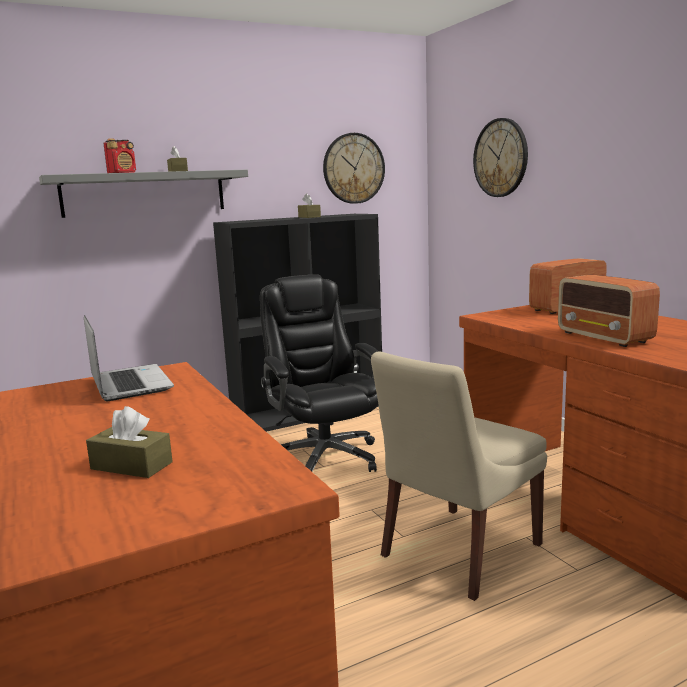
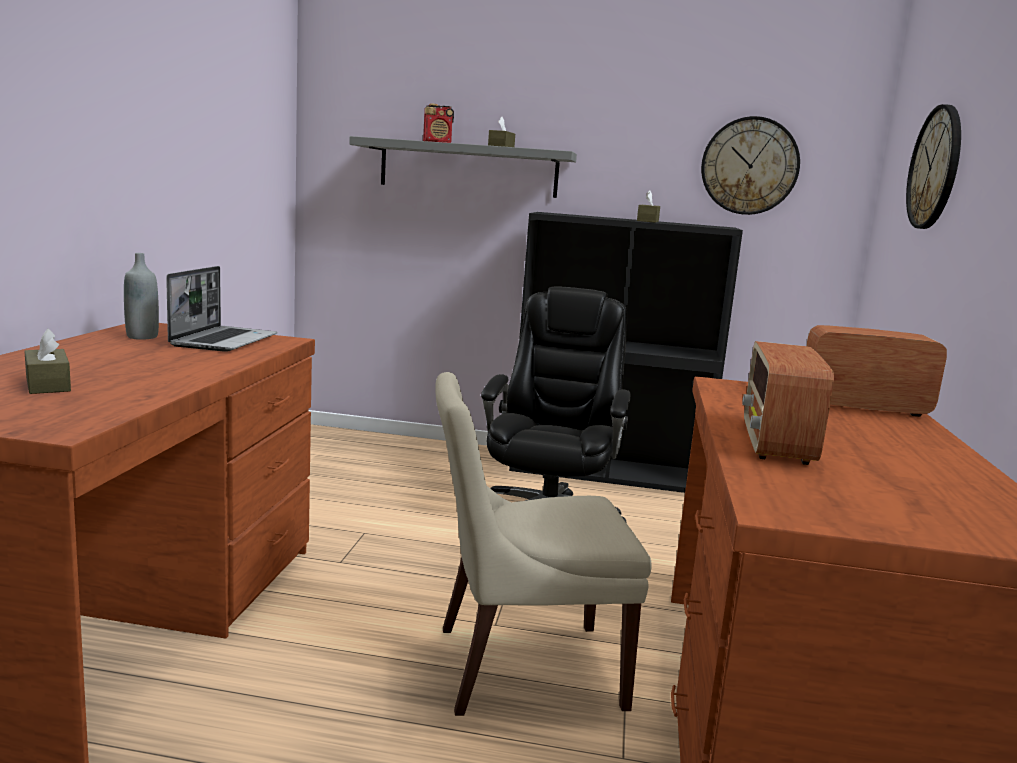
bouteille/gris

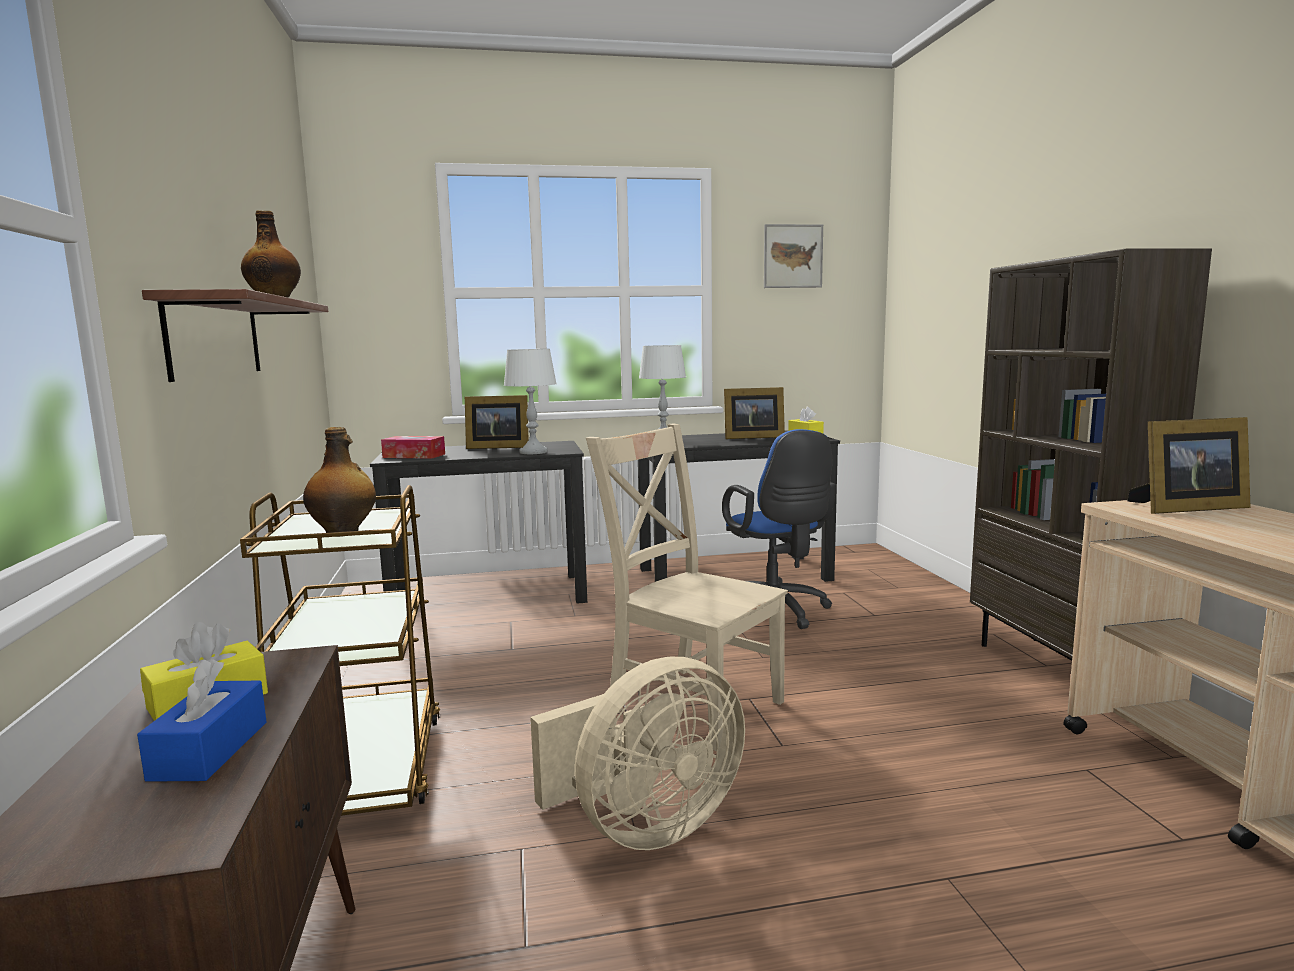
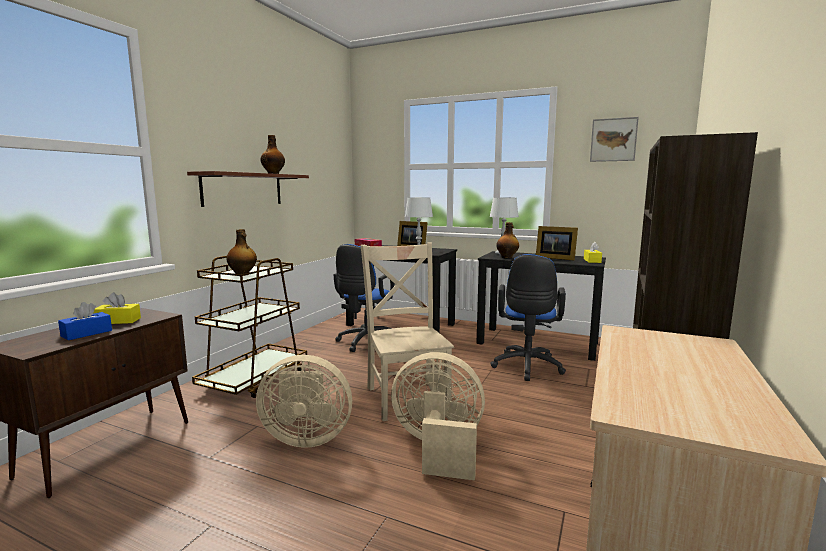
cadre photo (3rd from left in the first image)
chaise de bureau/bleu (1st from left)
ventilateur/beige (2nd from left)
bouteille (3rd from left)

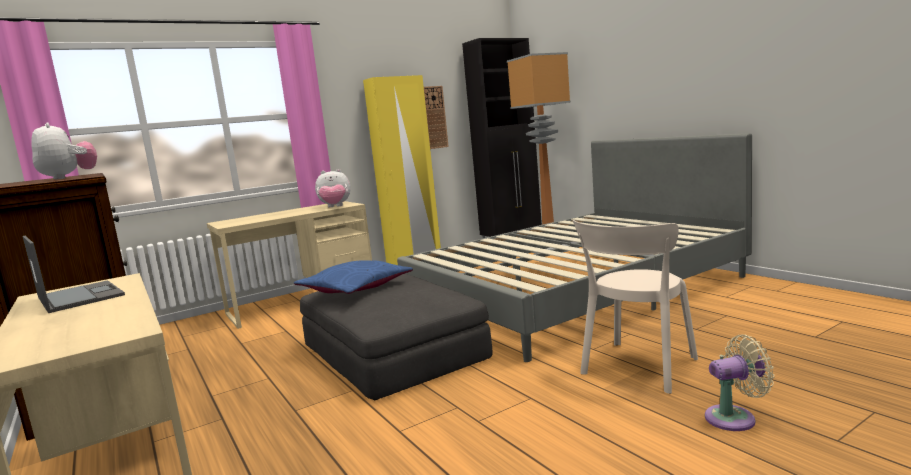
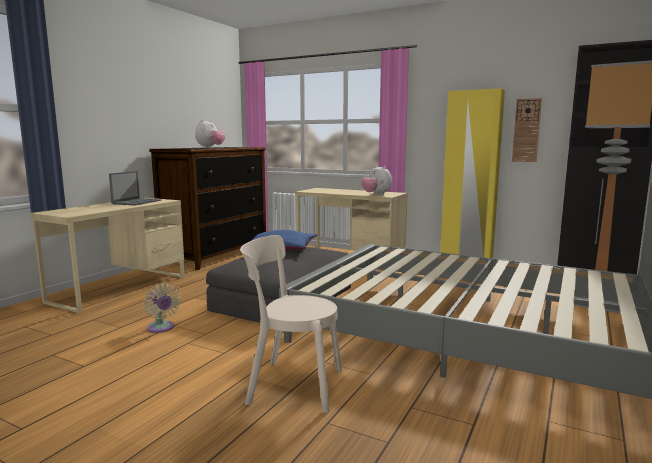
ventilateur/beige

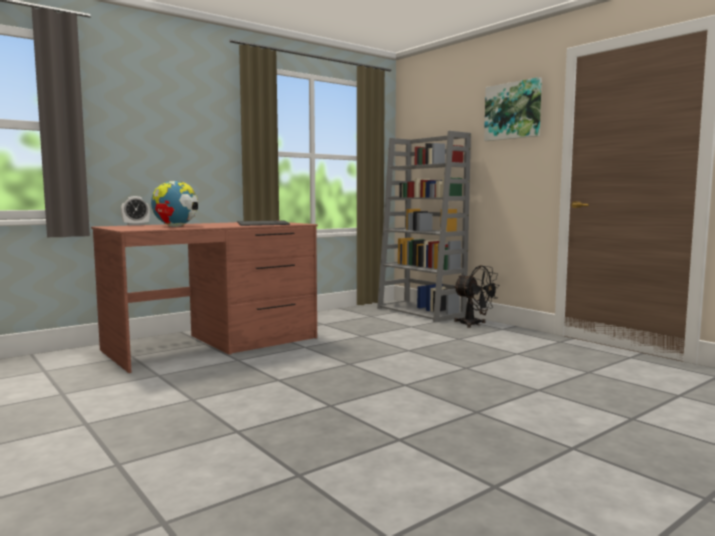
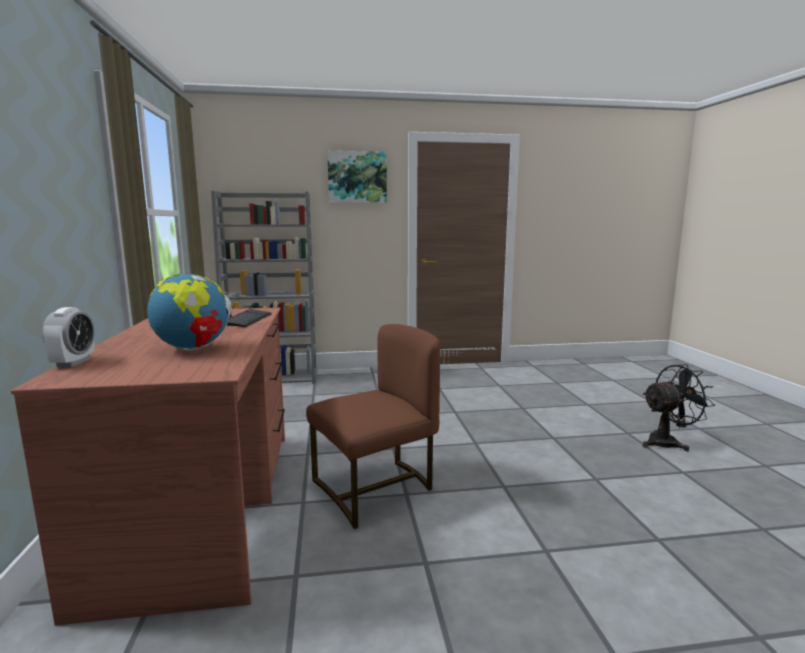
chaise/marron
ventilateur/noir

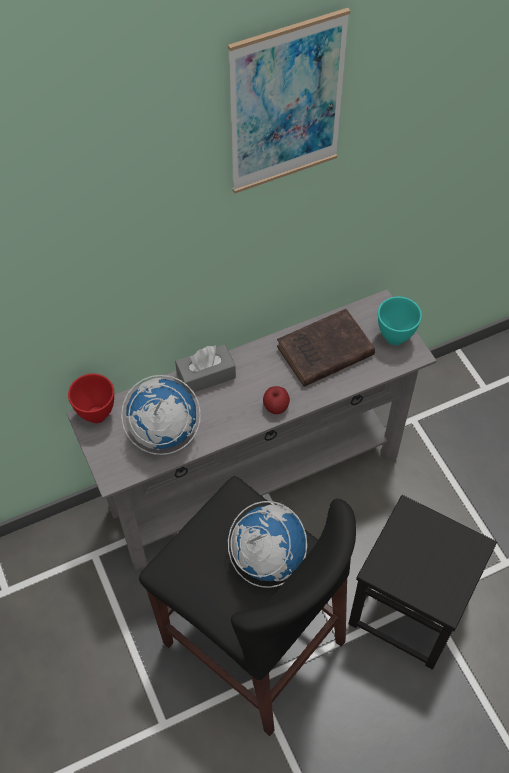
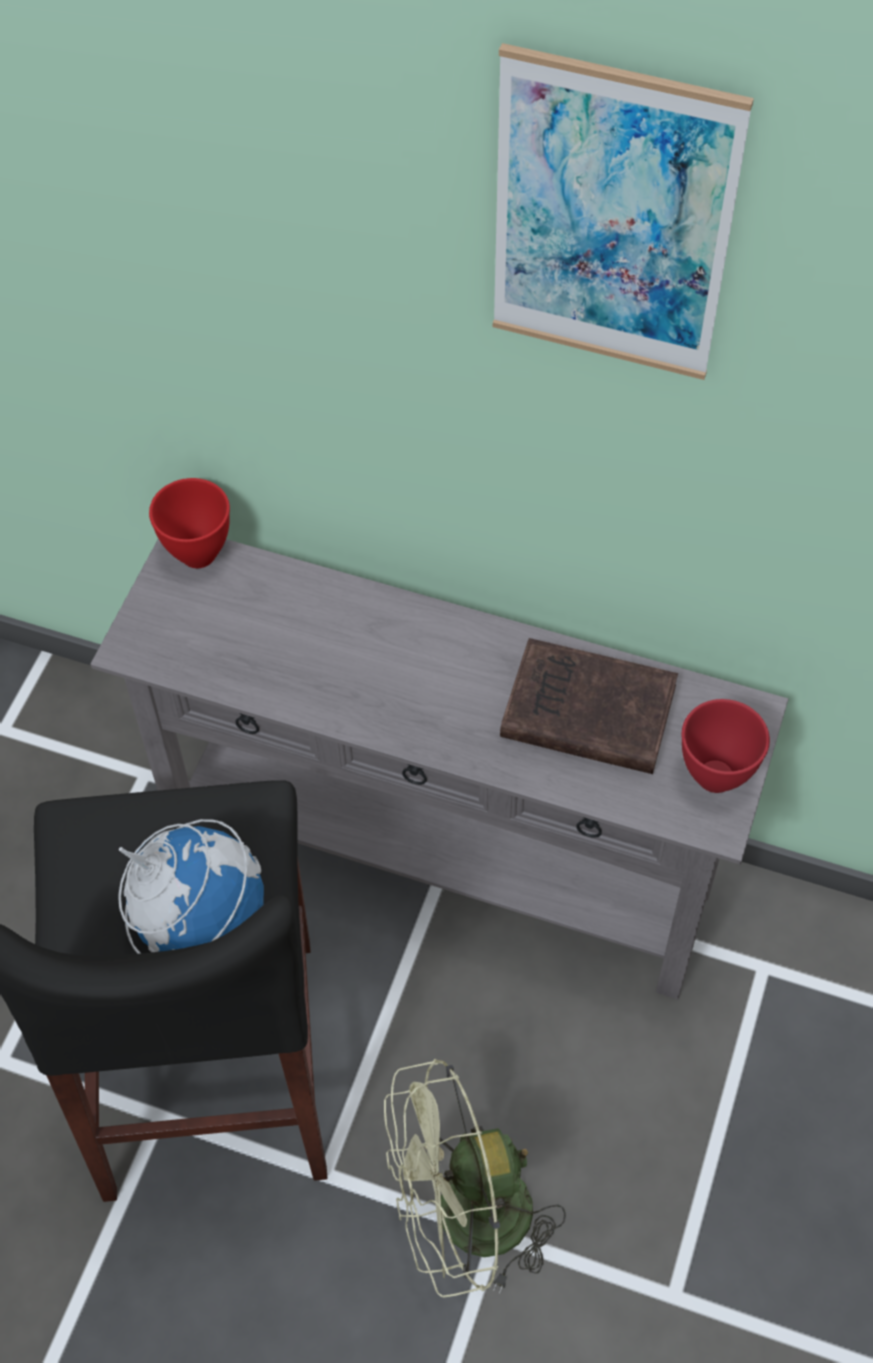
globe (1st from left in the first image)
boîte à mouchoirs/gris
pomme
ventilateur/vert
bol/rouge (2nd from left)

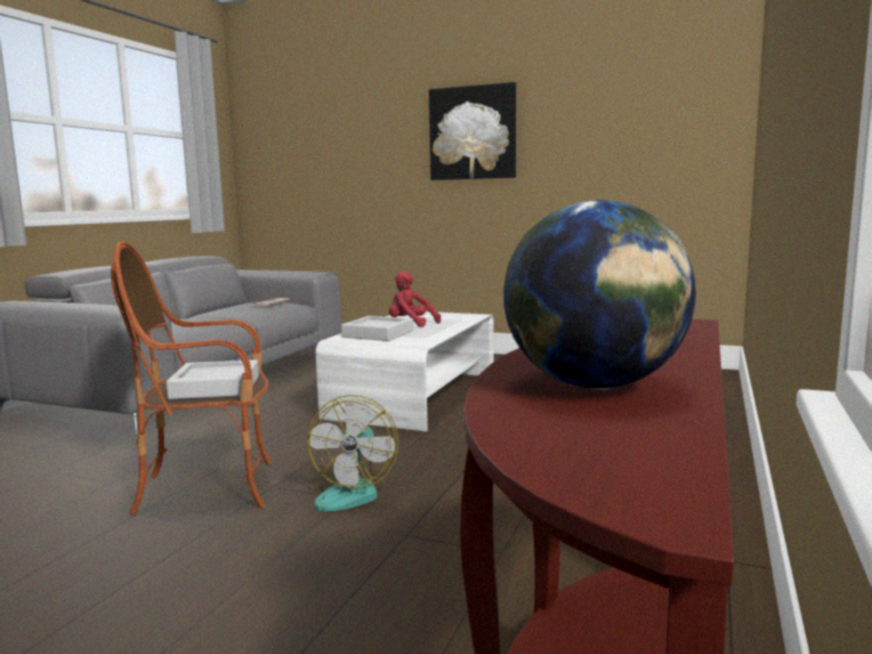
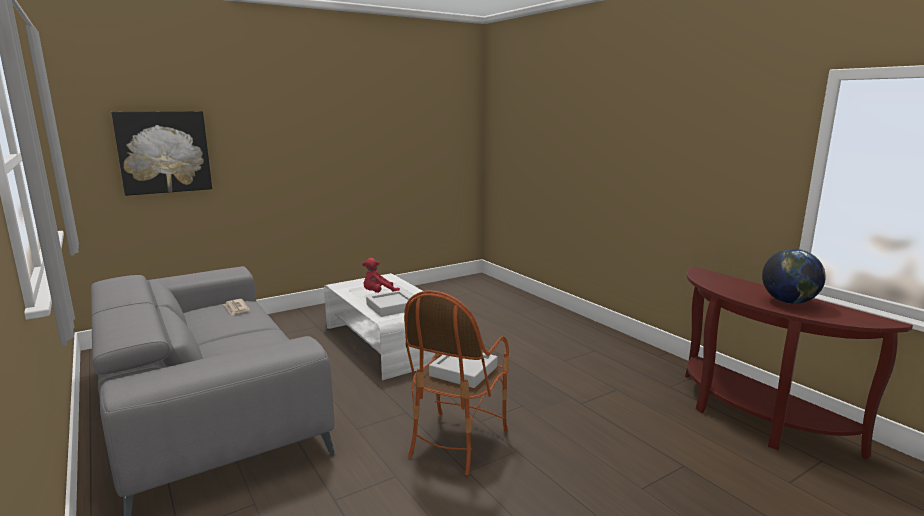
ventilateur
tableau

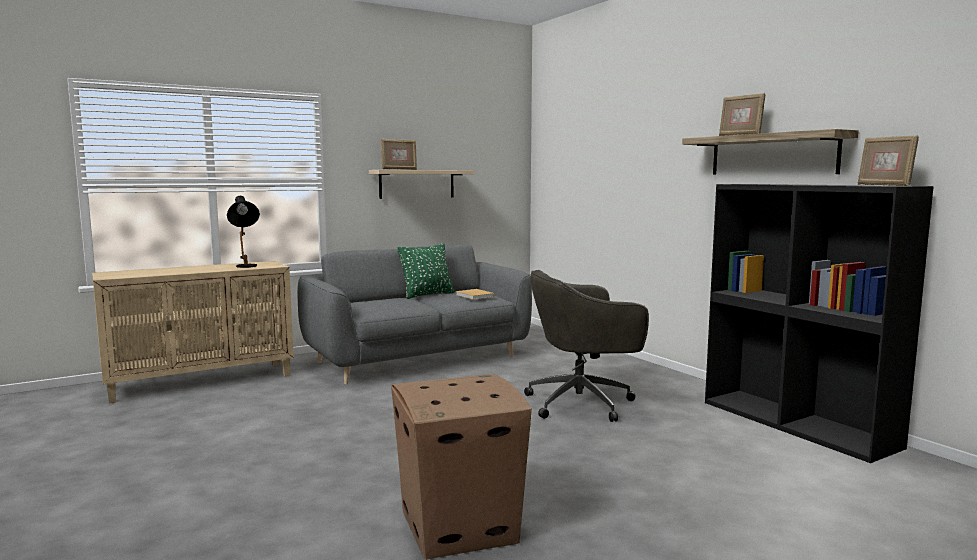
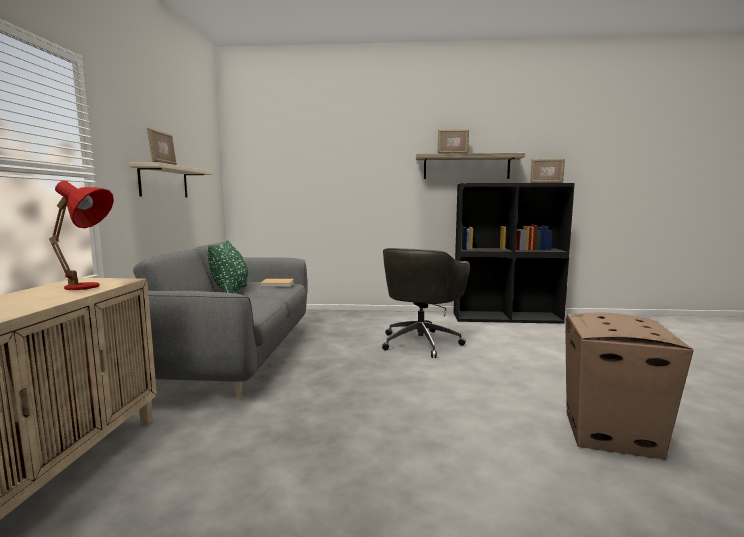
lampe de table/rouge

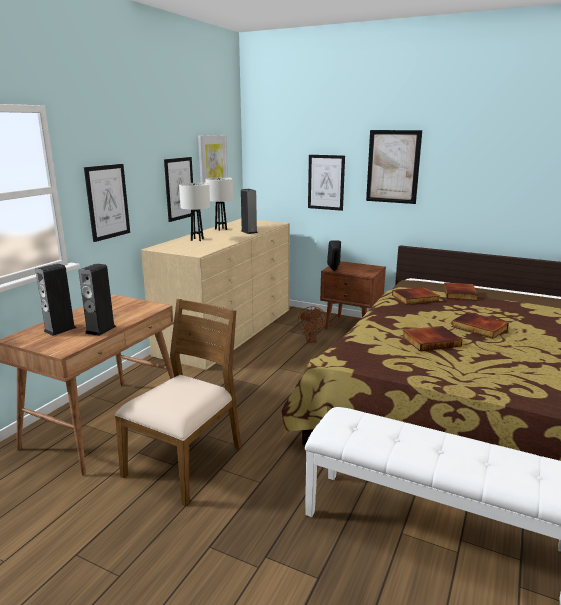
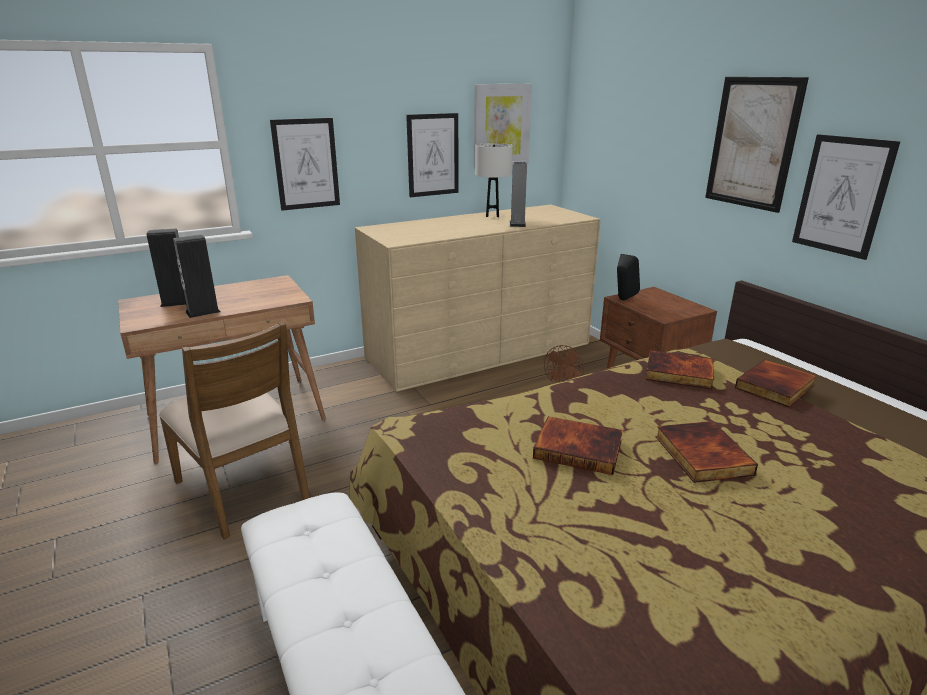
lampe de table/blanc (1st from left in the first image)
tableau (5th from left)
chaise/marron

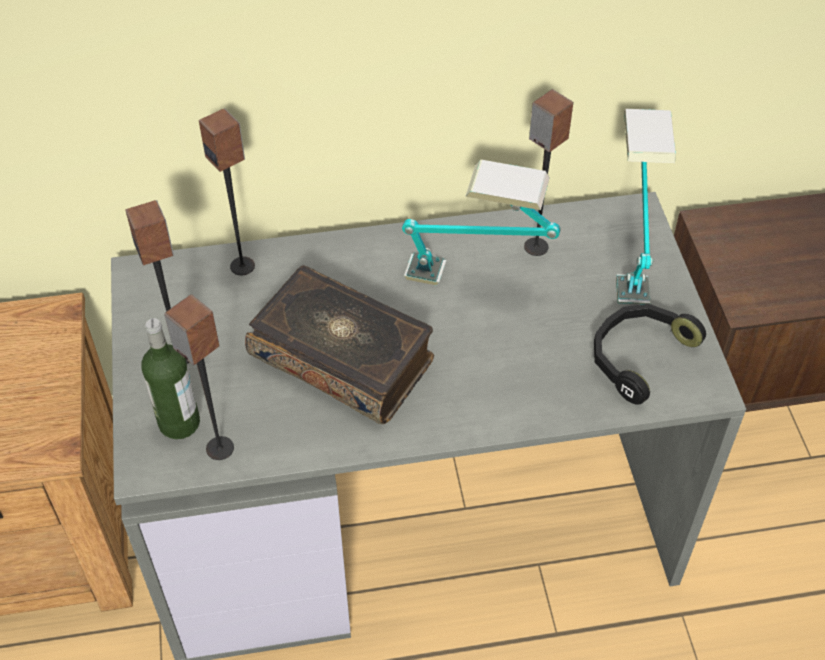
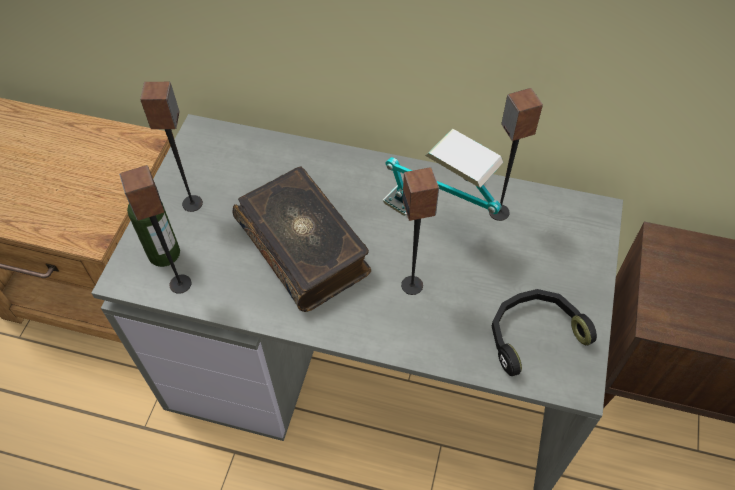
lampe de table (2nd from left in the first image)
enceinte (3rd from left)

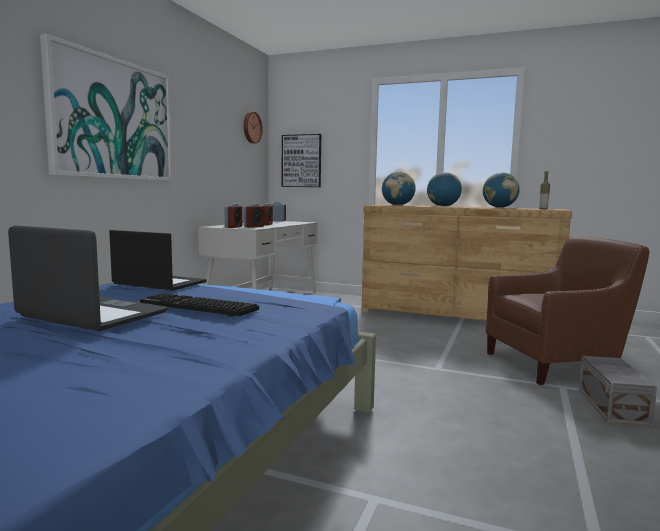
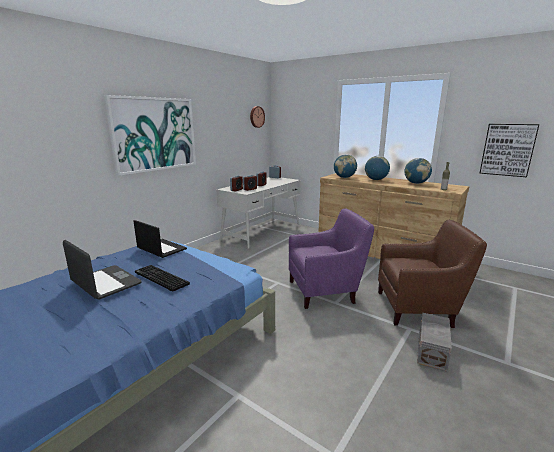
fauteuil/violet
tableau (2nd from left)

